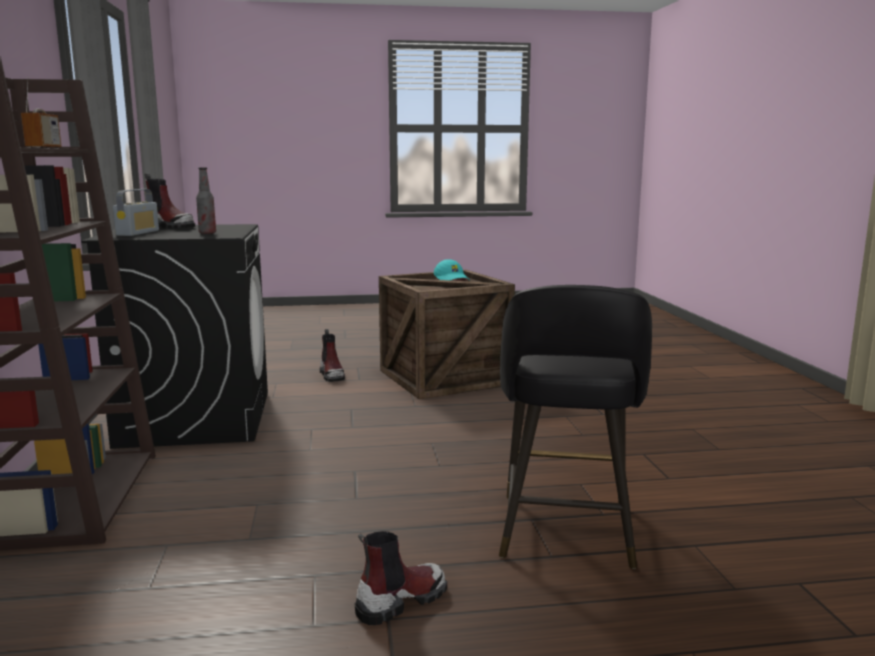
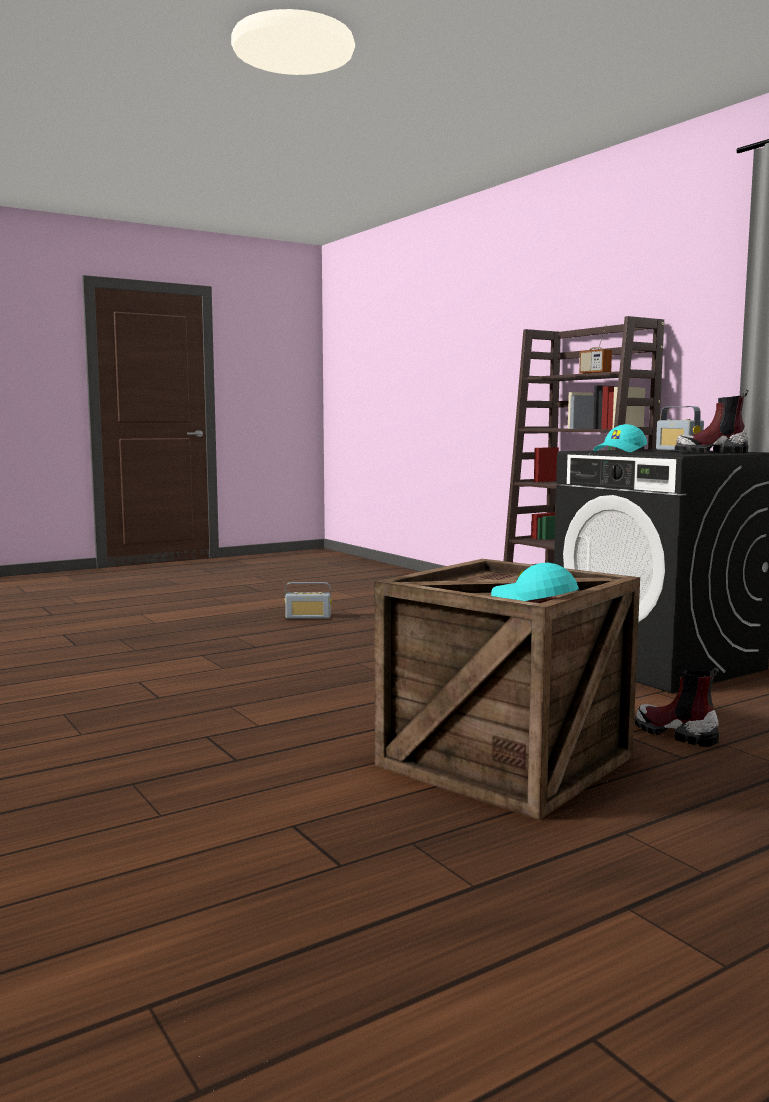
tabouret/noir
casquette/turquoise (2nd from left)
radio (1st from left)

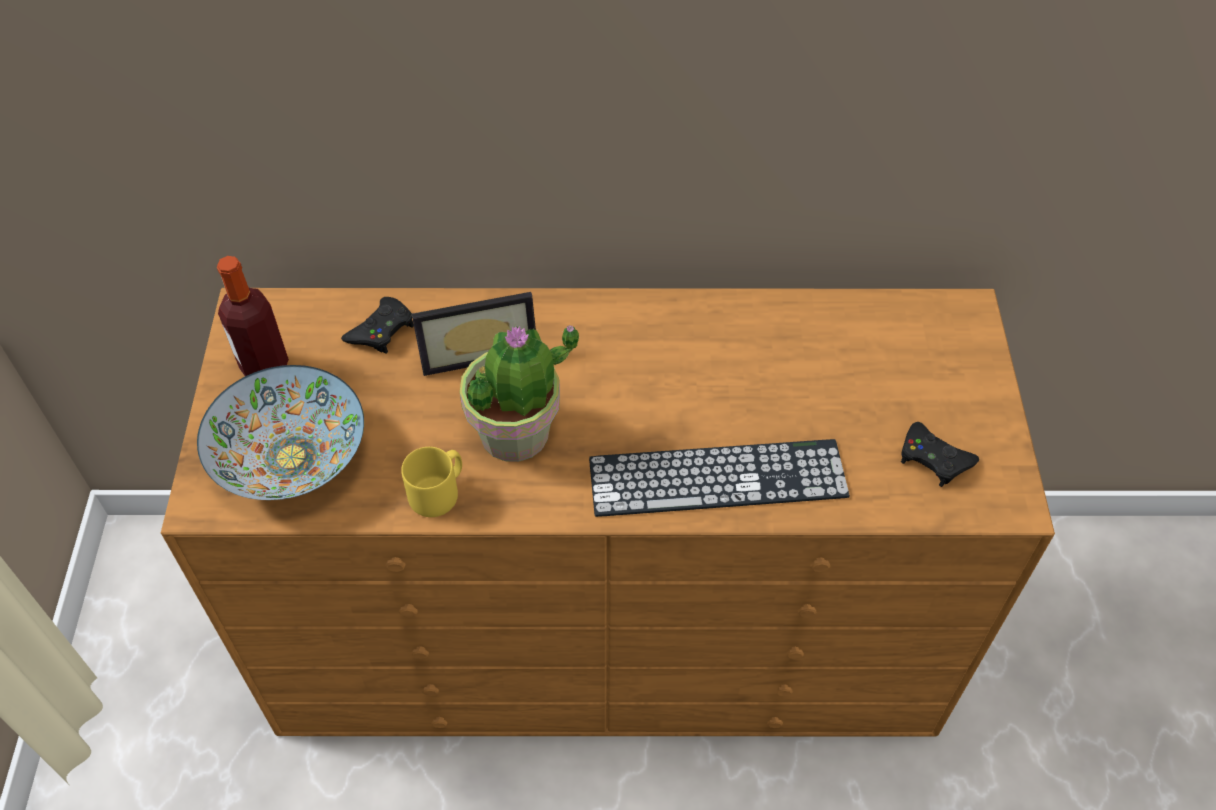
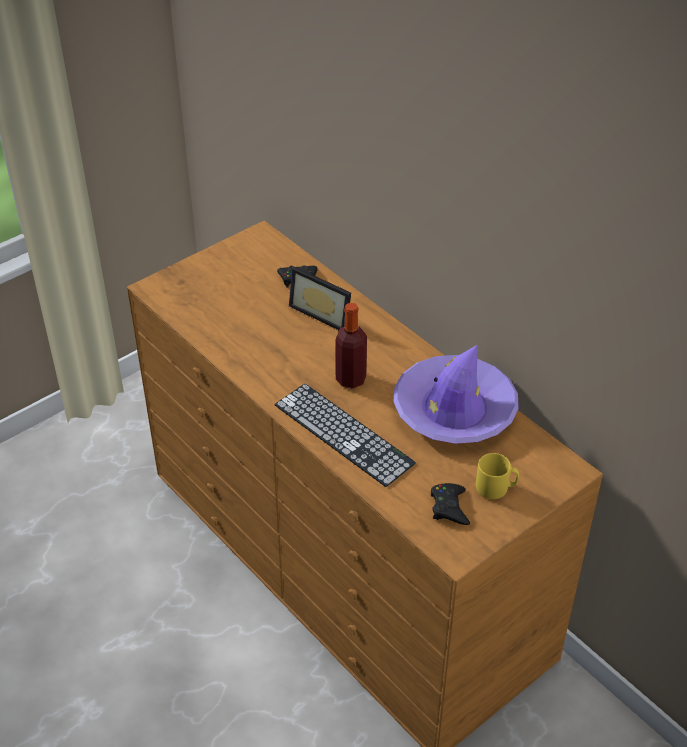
bol
plante en pot
chapeau/violet
bouteille
mug/jaune

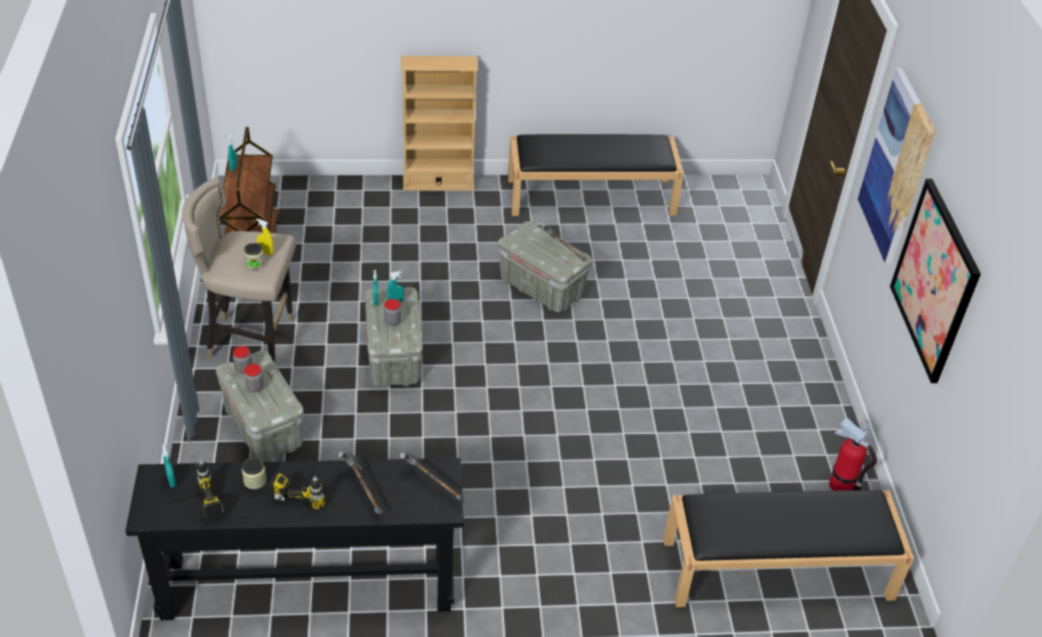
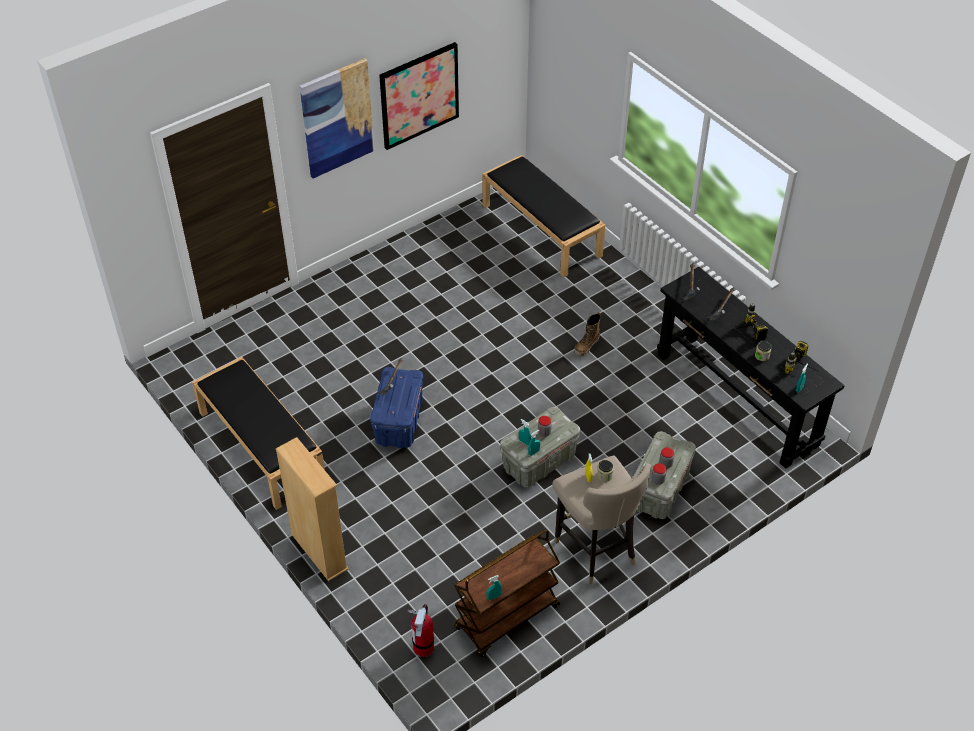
botte
extincteur
boîte de rangement/bleu

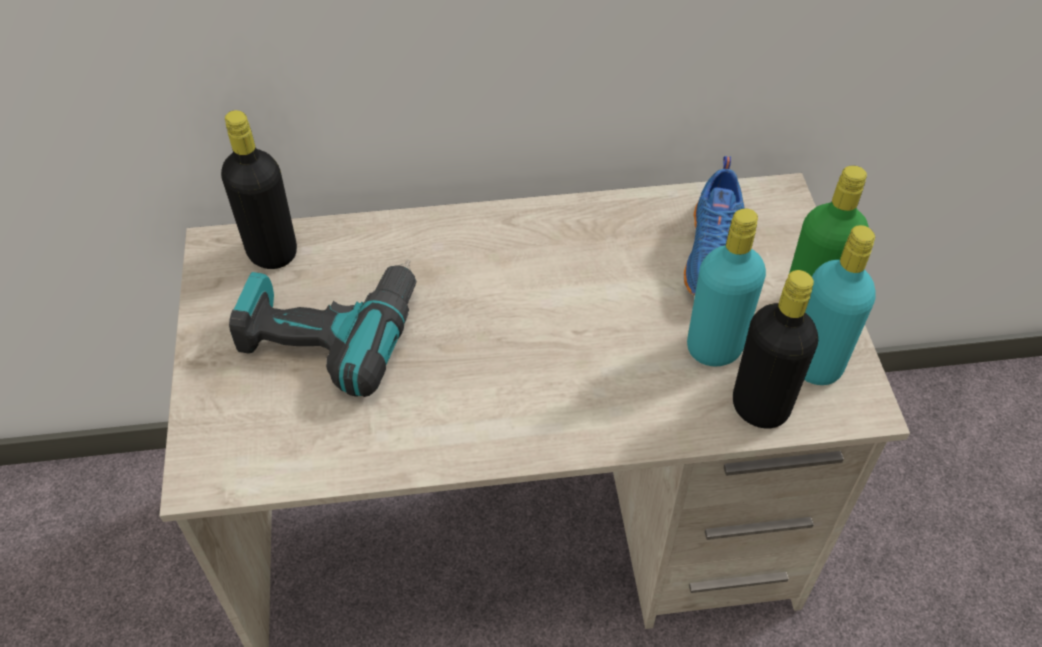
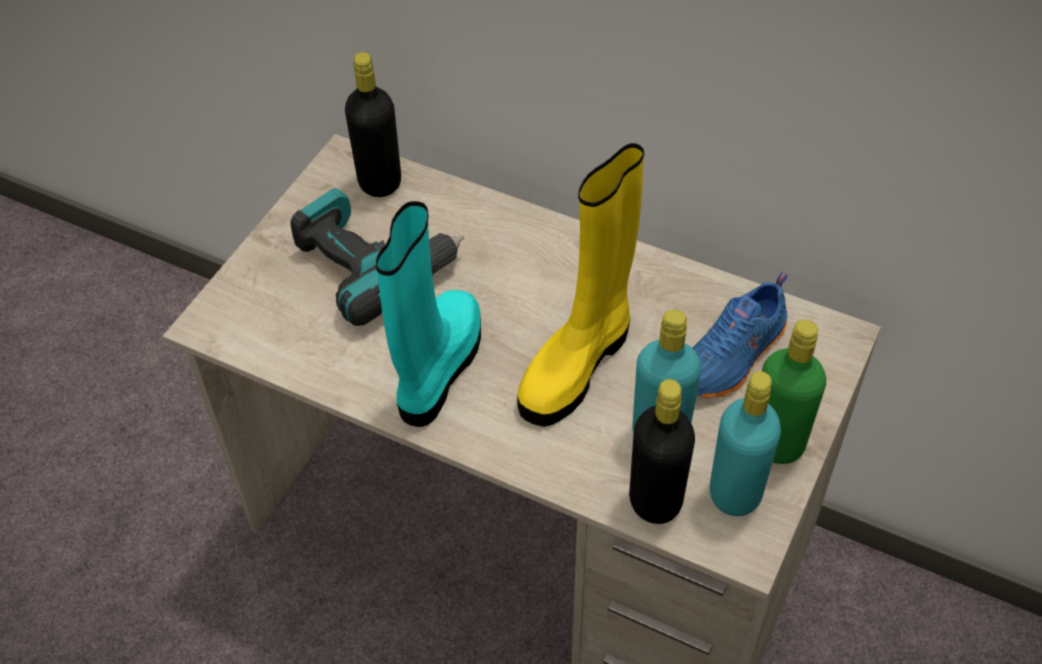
botte/turquoise
botte/jaune

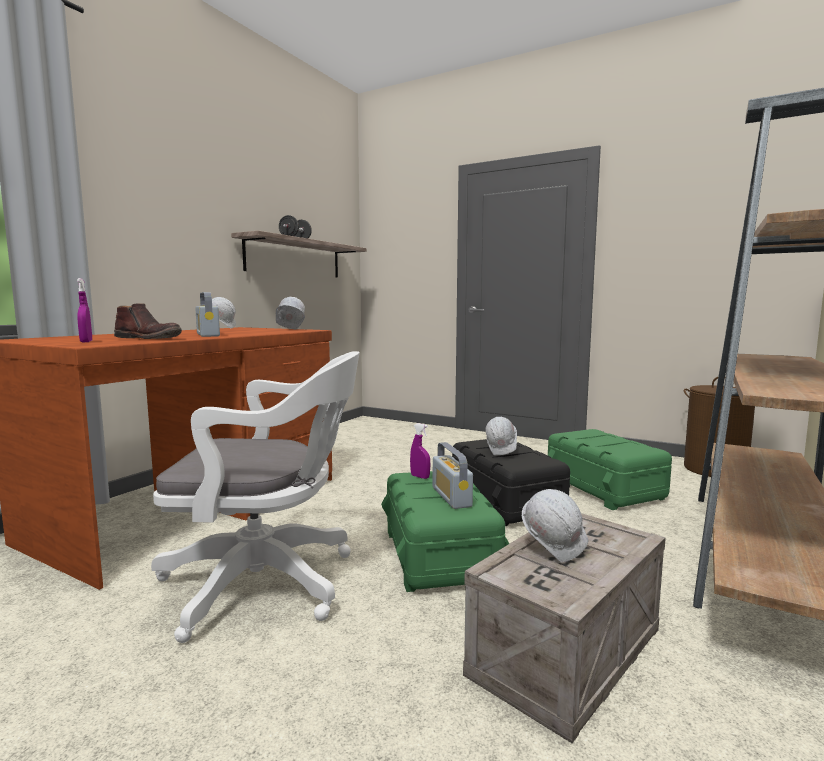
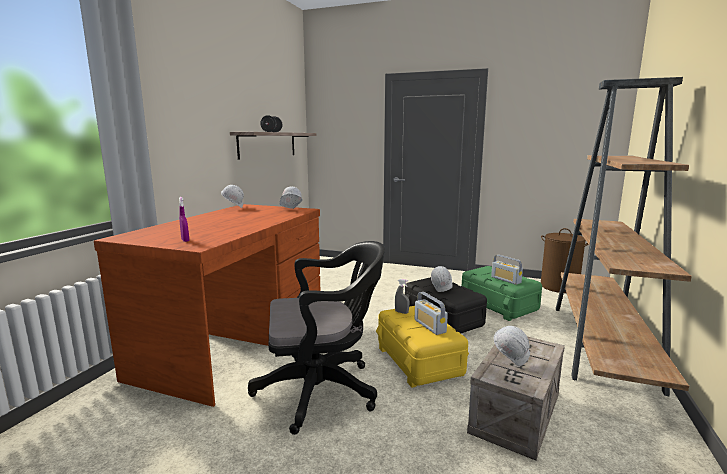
botte/marron
radio (2nd from left)
chaise de bureau/noir
boîte de rangement/jaune
vaporisateur/gris

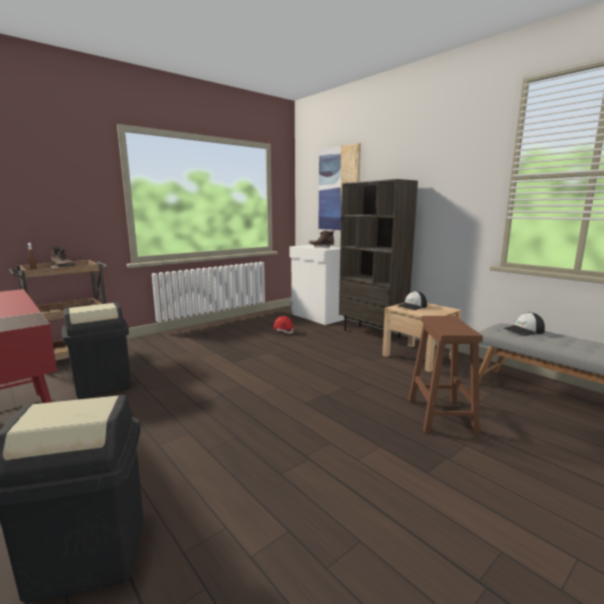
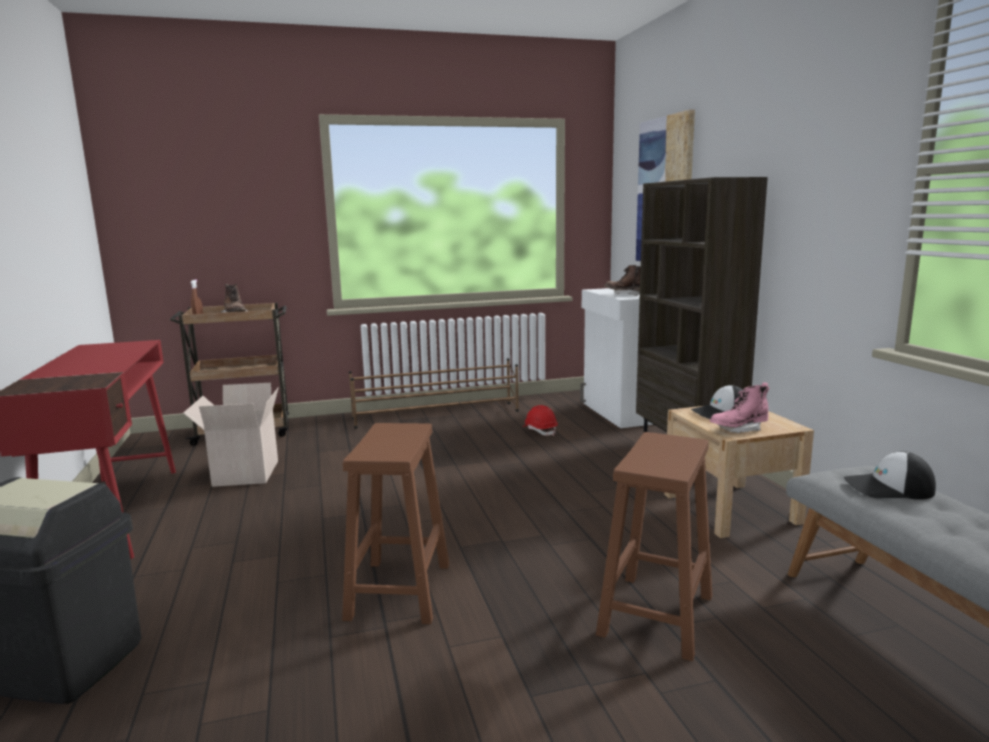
tabouret/marron (1st from left)
étagère à chaussures/marron
botte/rose
carton

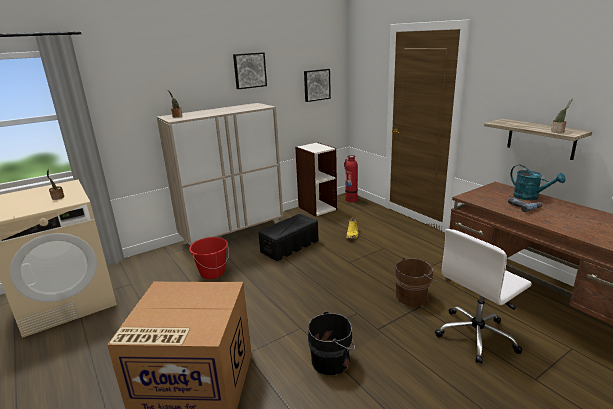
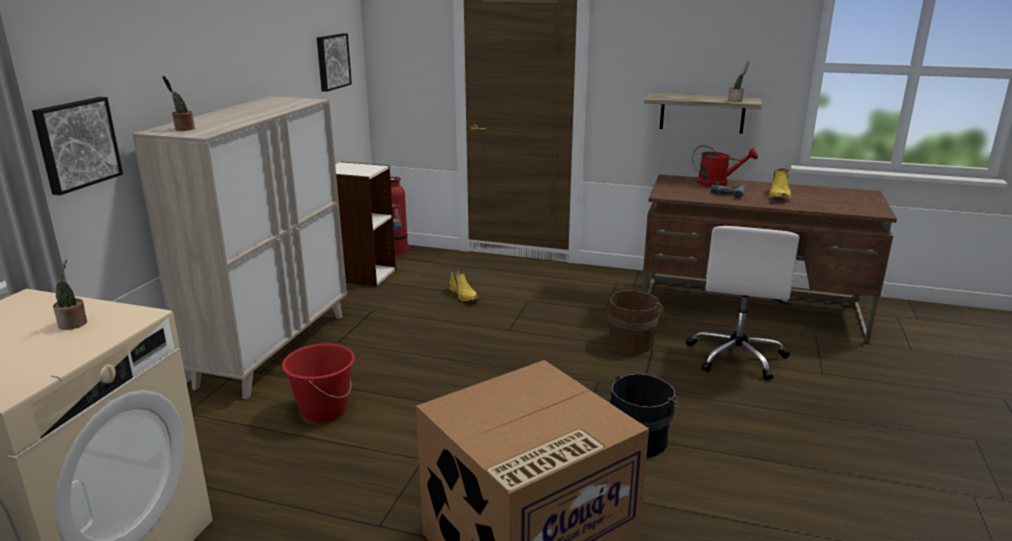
boîte de rangement/noir
botte/jaune (2nd from left)
tableau (1st from left)
arrosoir/rouge

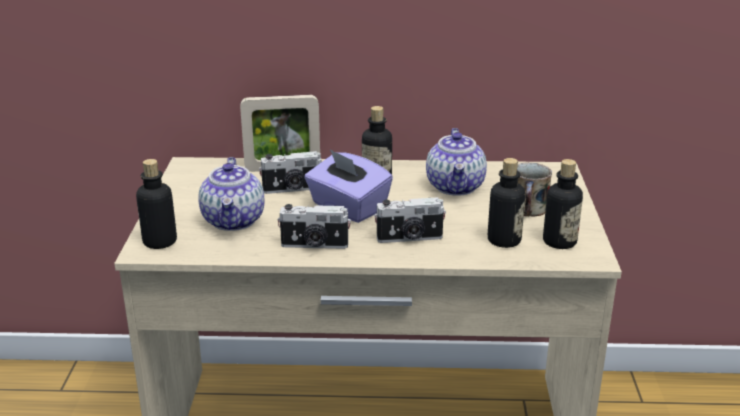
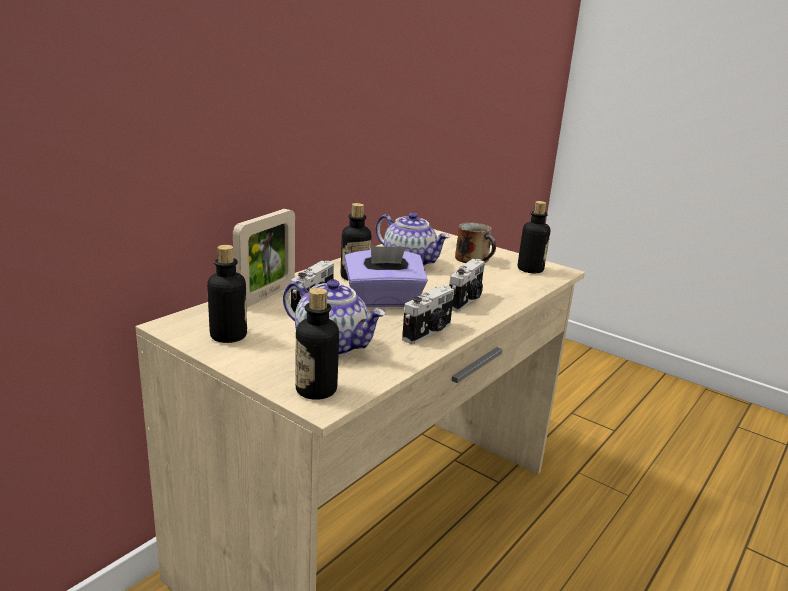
bouteille (1st from left)

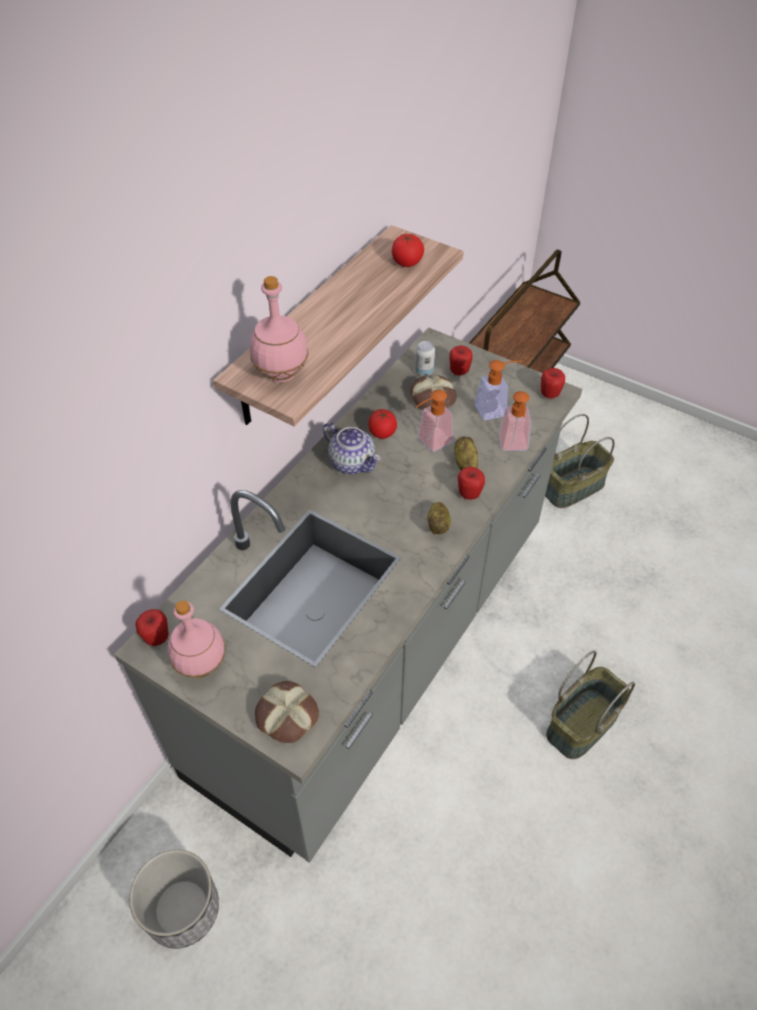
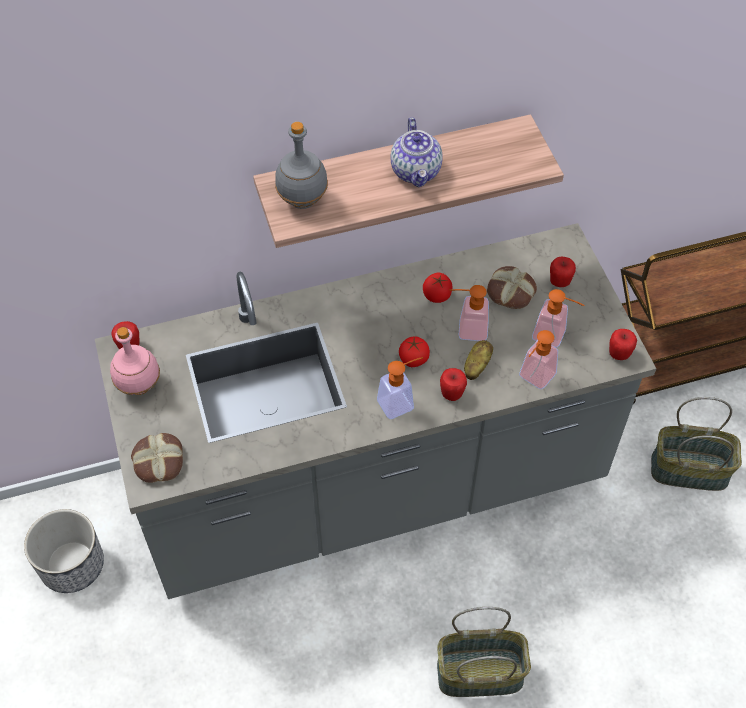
boîte métallique
théière
tomate (1st from left)
distributeur de savon (1st from left)
bouteille/gris

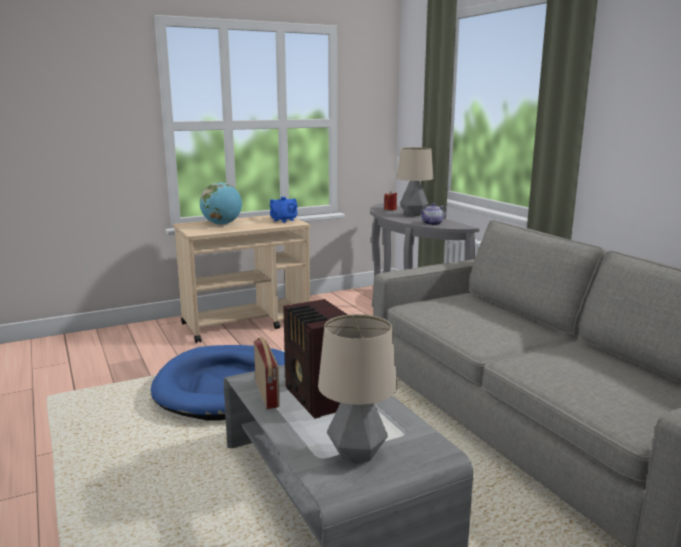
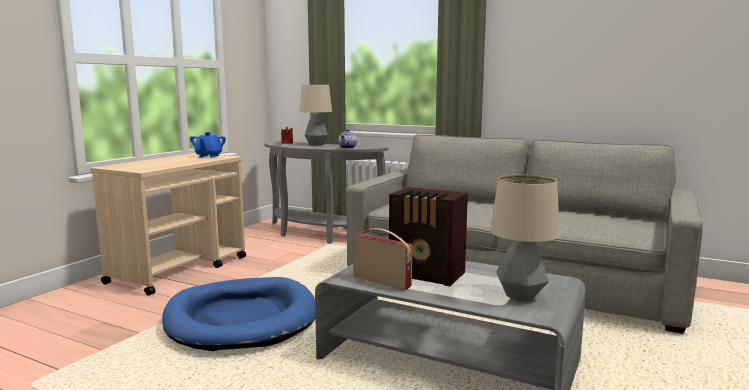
globe

